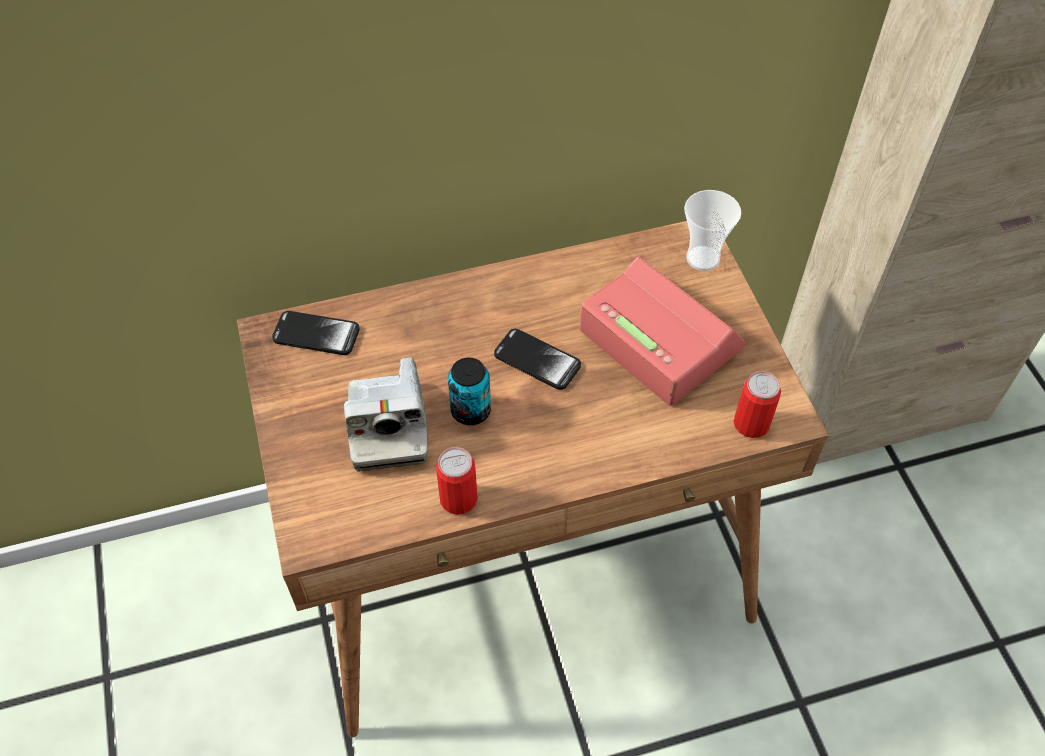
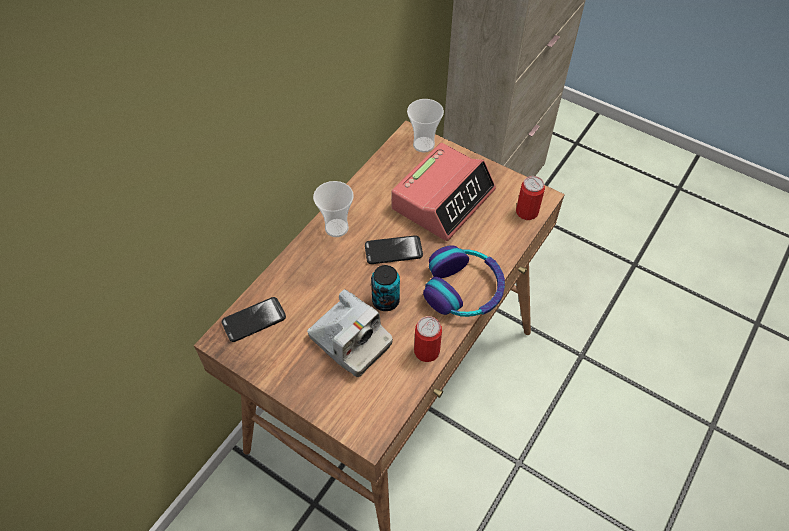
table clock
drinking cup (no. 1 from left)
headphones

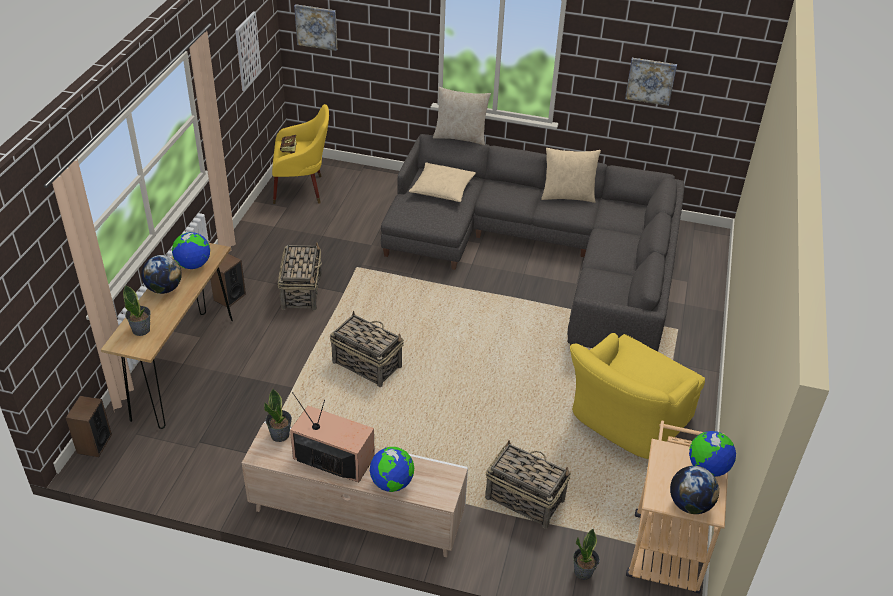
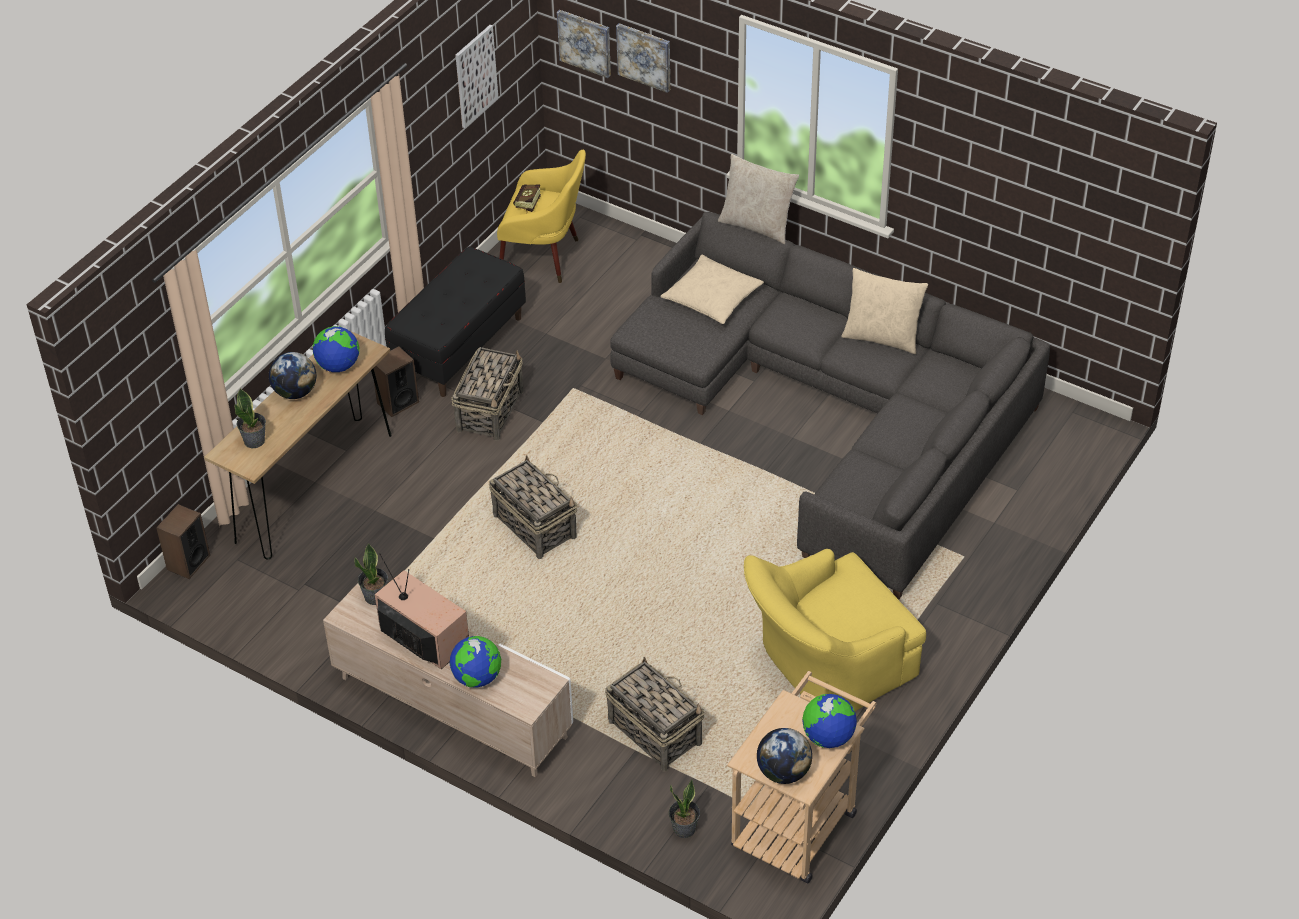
wall picture (no. 3 from left)
indoor bench/black-coloured

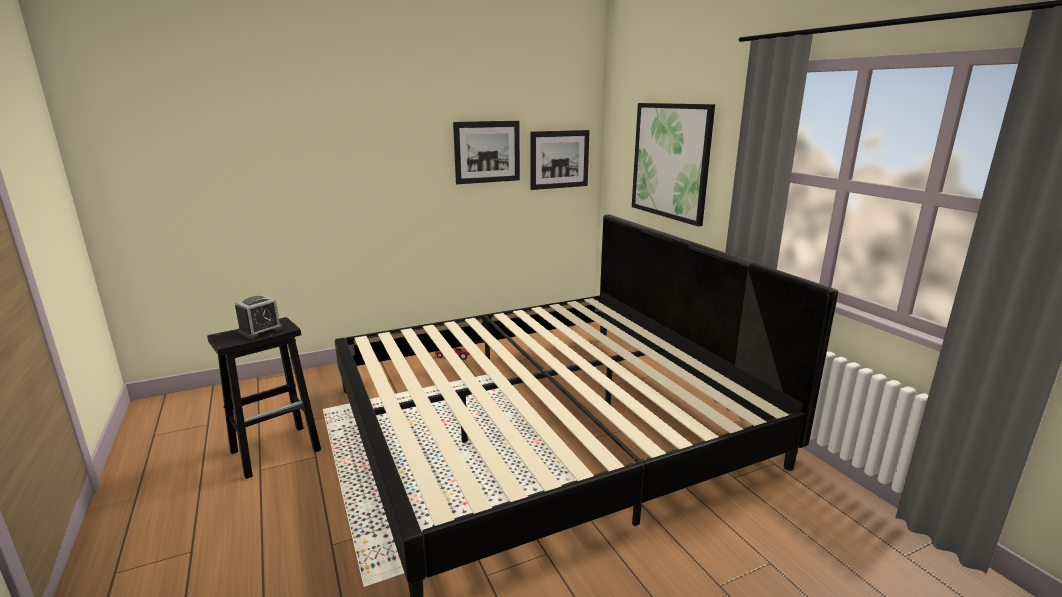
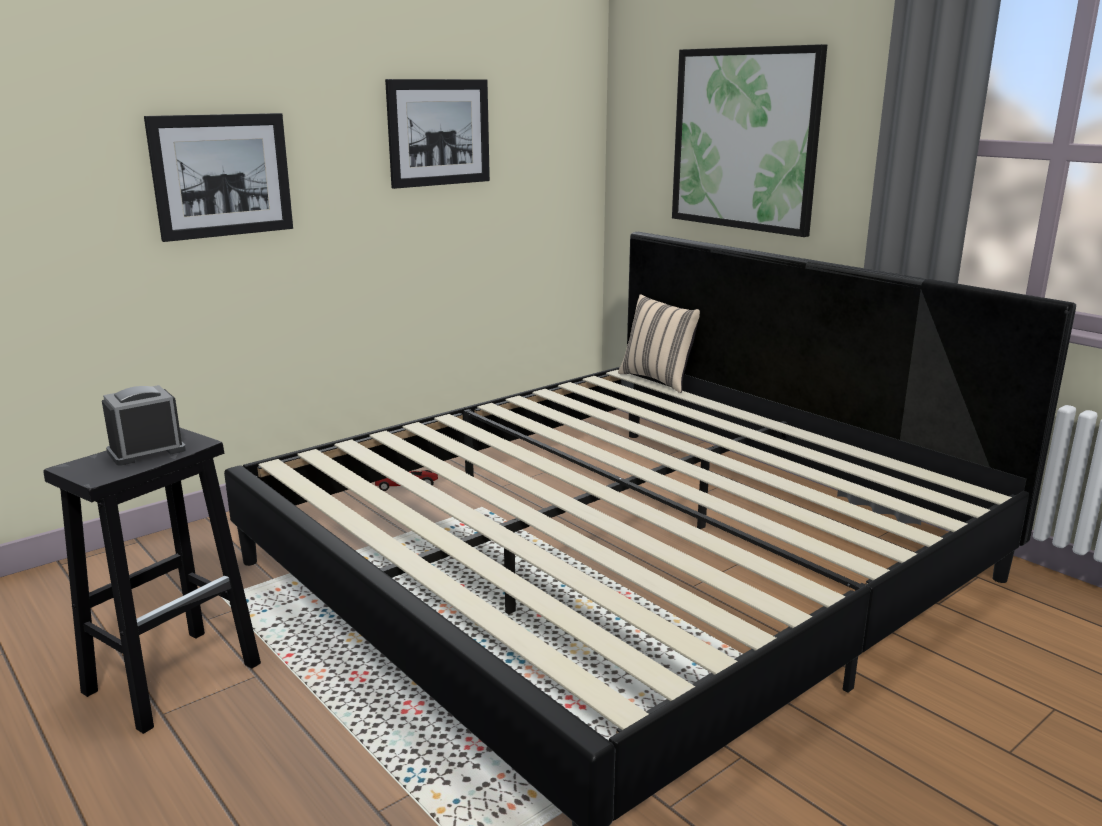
table clock
wall picture (no. 1 from left)
throw pillow/beige

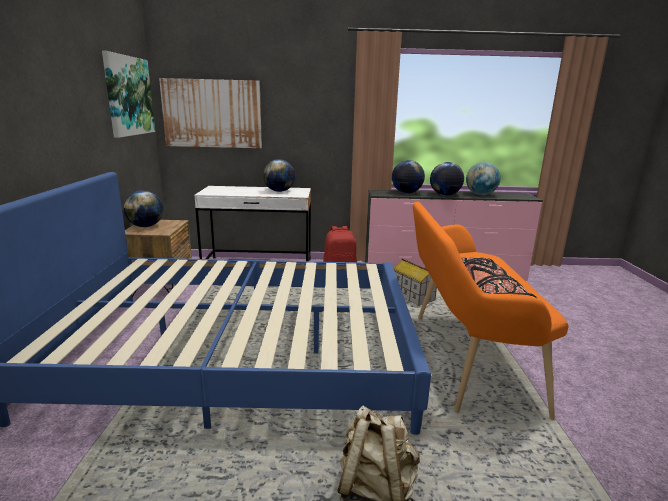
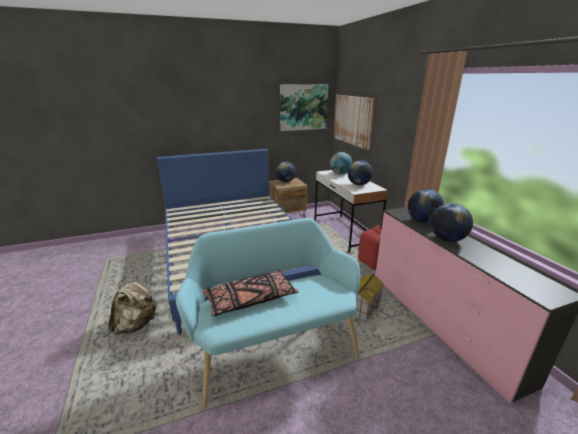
indoor bench/blue-green
desk globe (no. 2 from left)

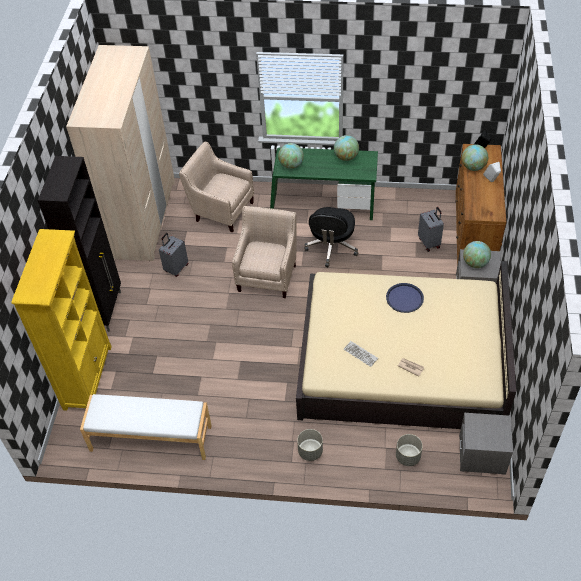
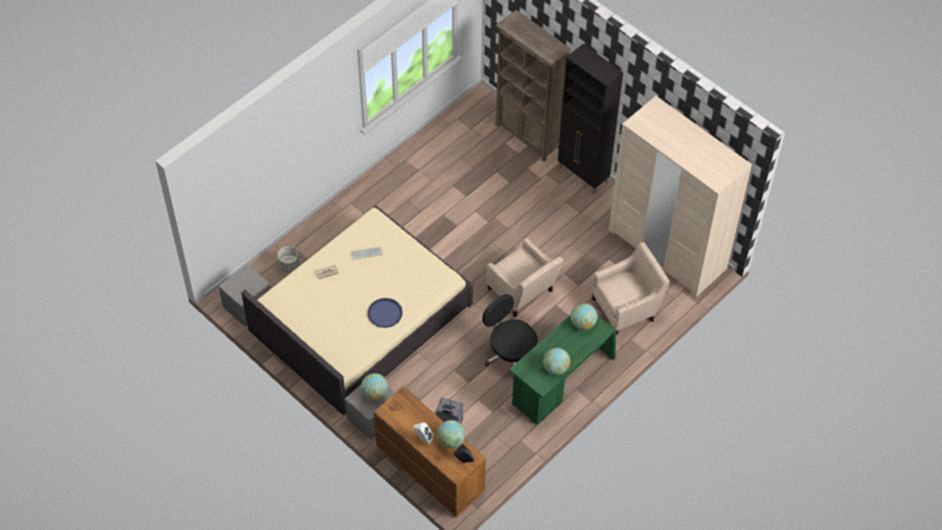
shelving unit/brown
indoor bench/white
travel case/greyish (no. 1 from left in the first image)
flower pot/greyish (no. 1 from left in the first image)

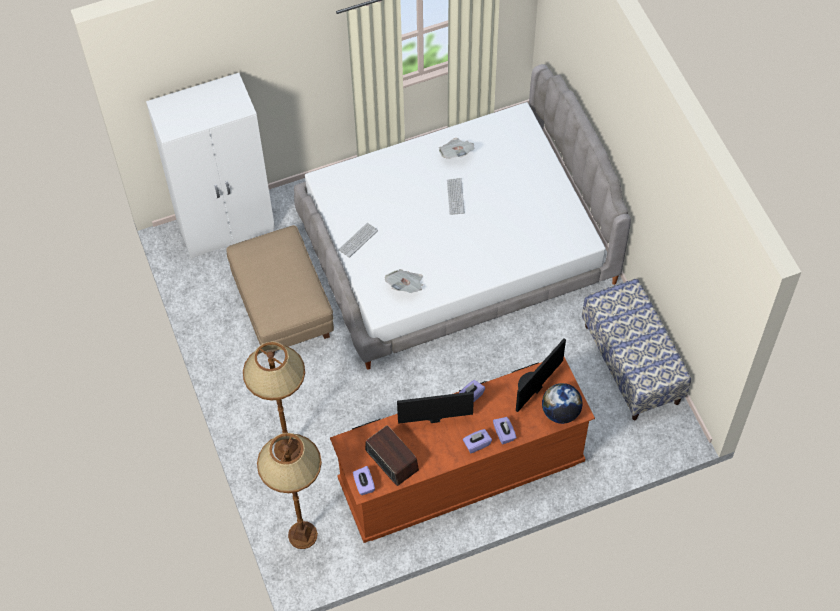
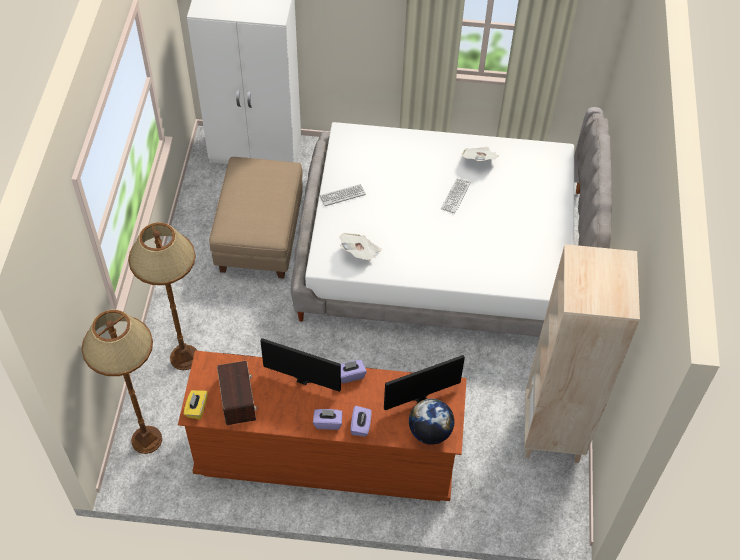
box of tissues/yellow
shelving unit/beige

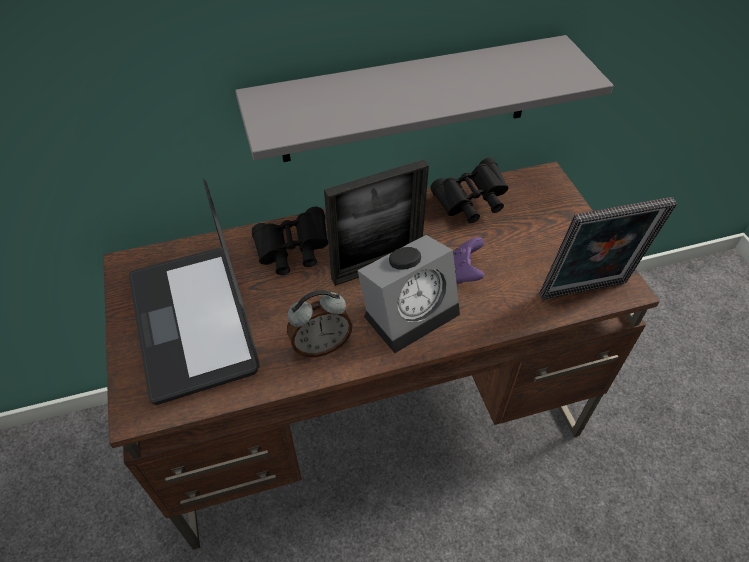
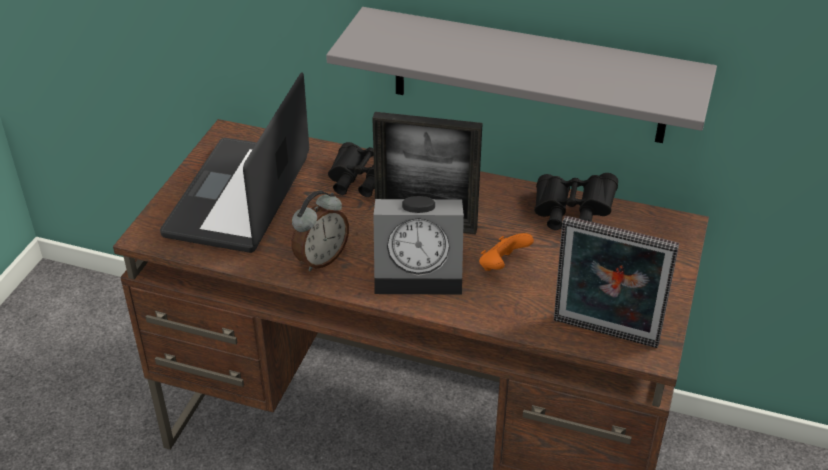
table clock (no. 1 from left)
joypad/orangey

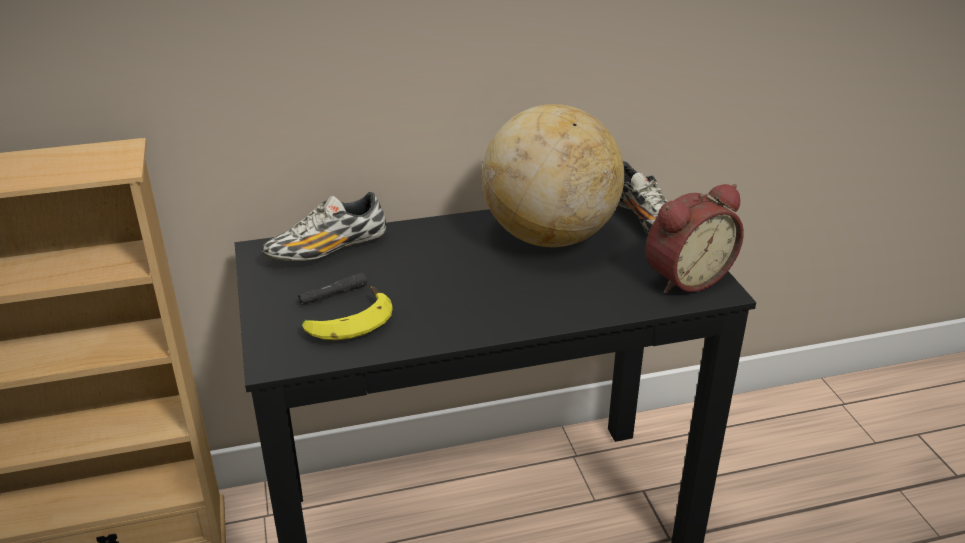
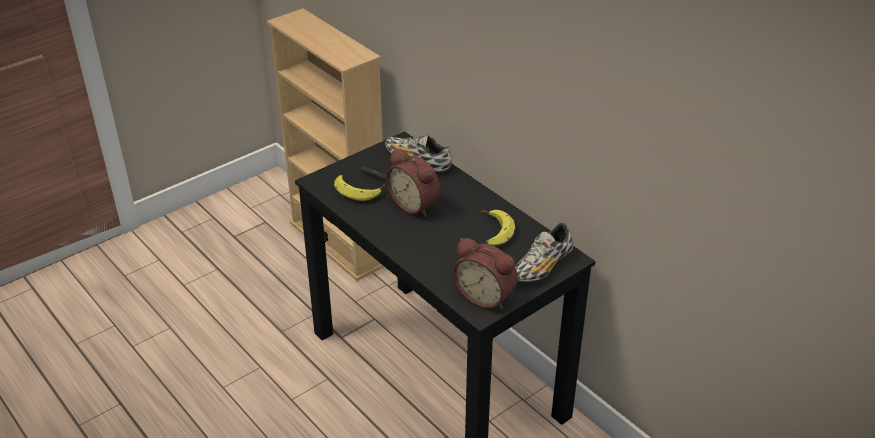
banana (no. 2 from left)
table clock (no. 1 from left)

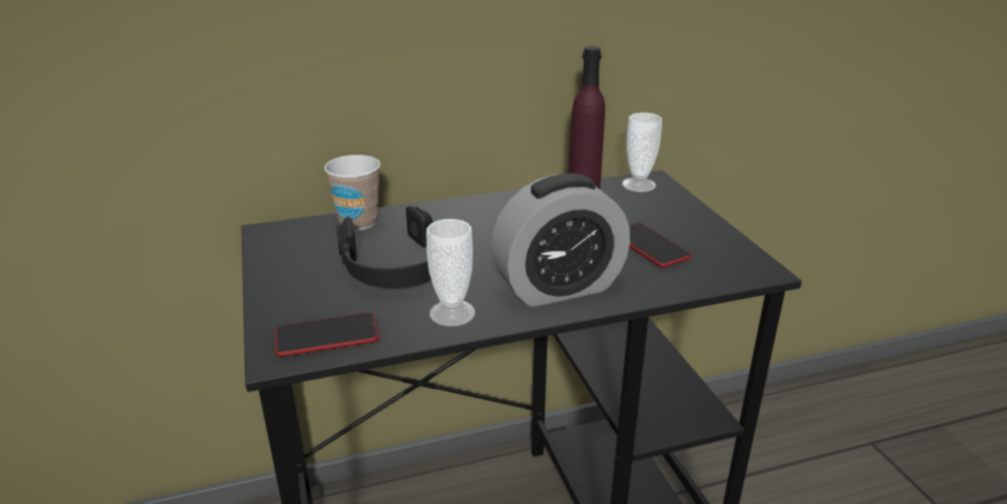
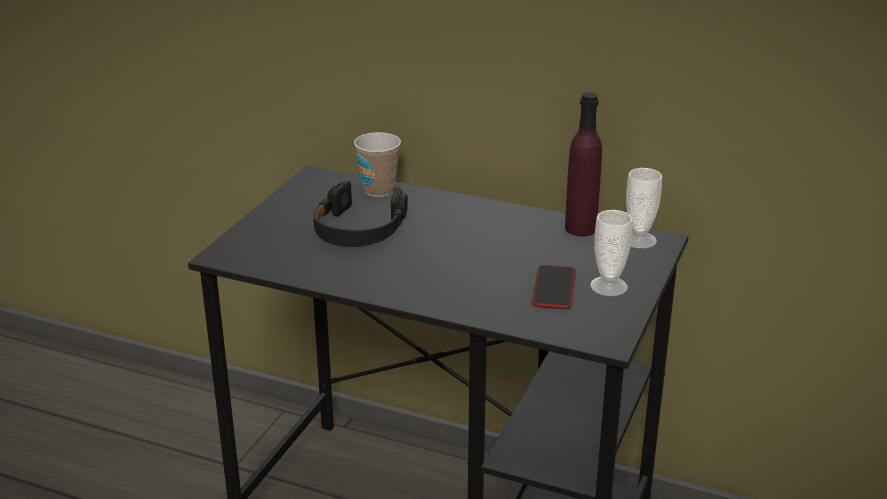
telephone (no. 1 from left in the first image)
drinking cup (no. 2 from left)
table clock

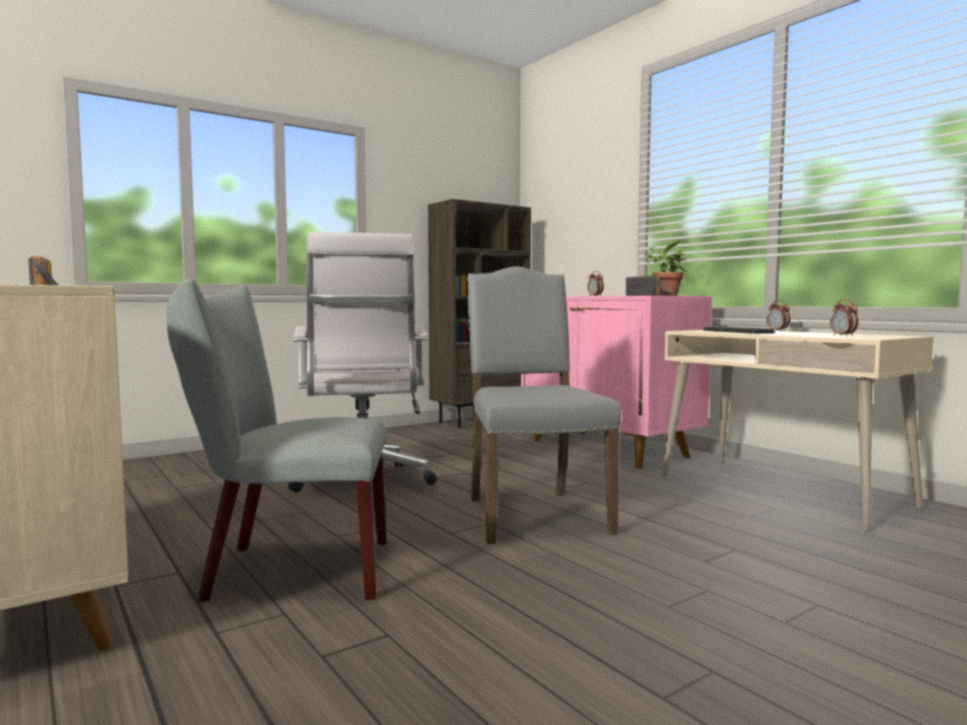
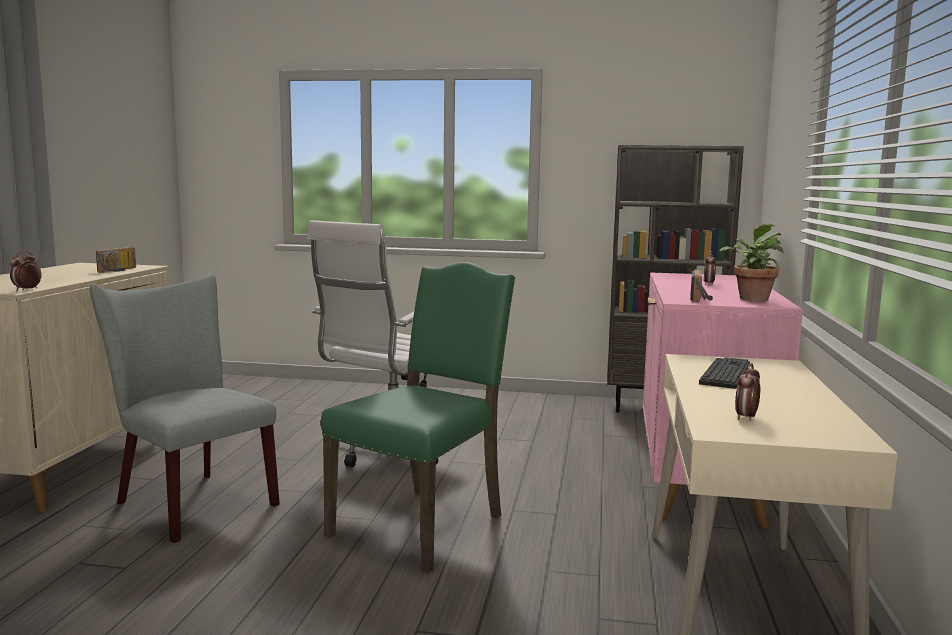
upright chair/green
table clock (no. 1 from left)

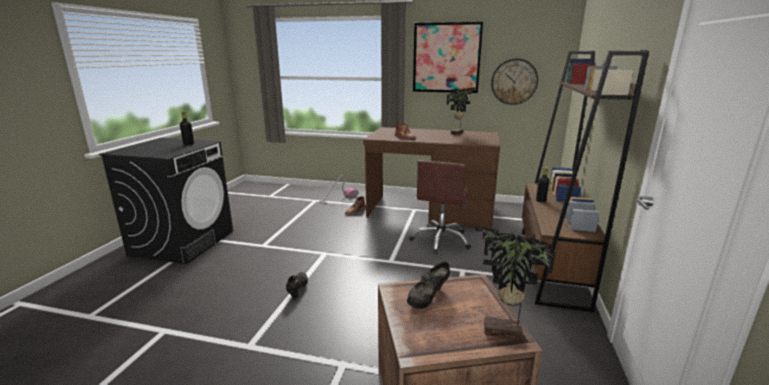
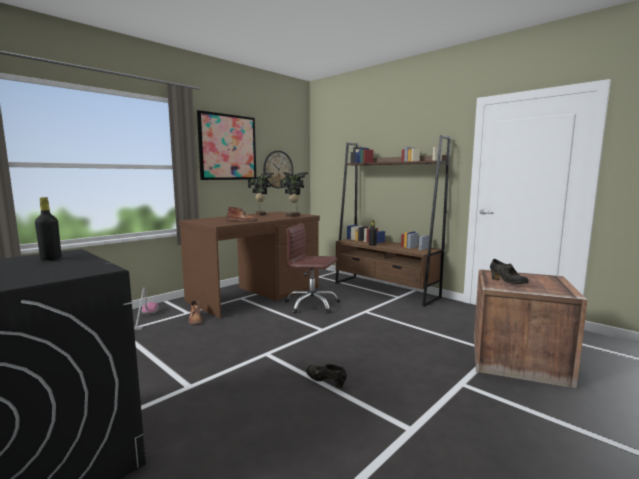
computer chair/brown
houseplant (no. 2 from left)

